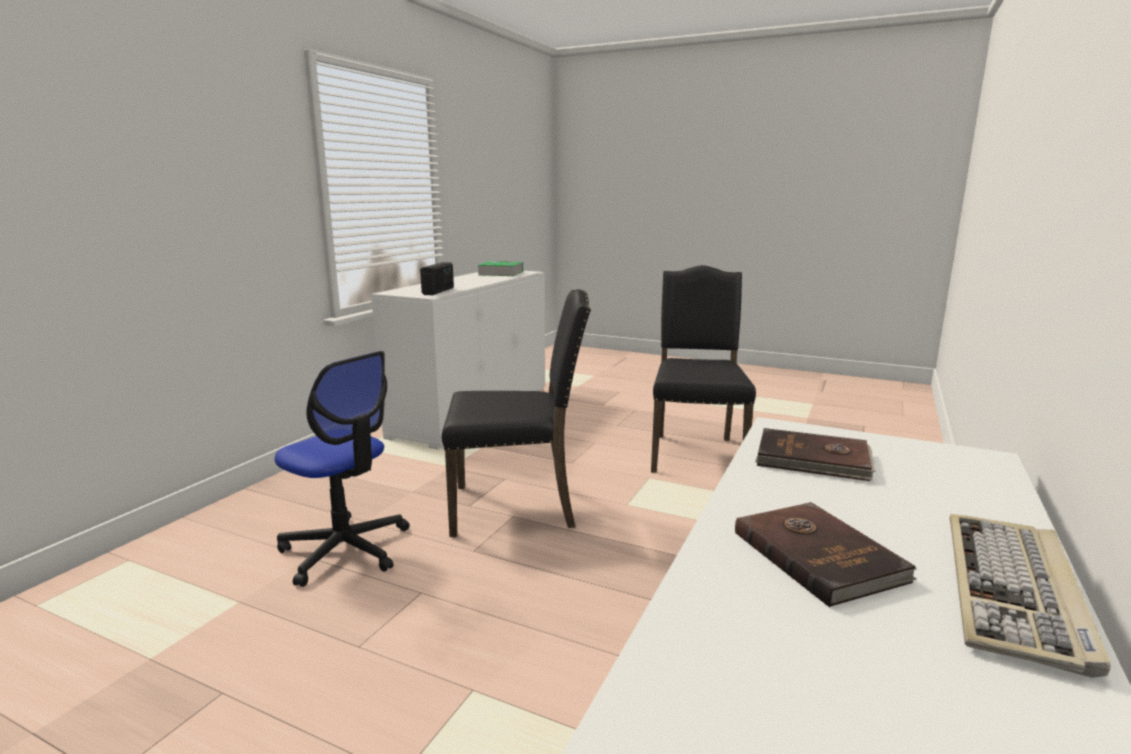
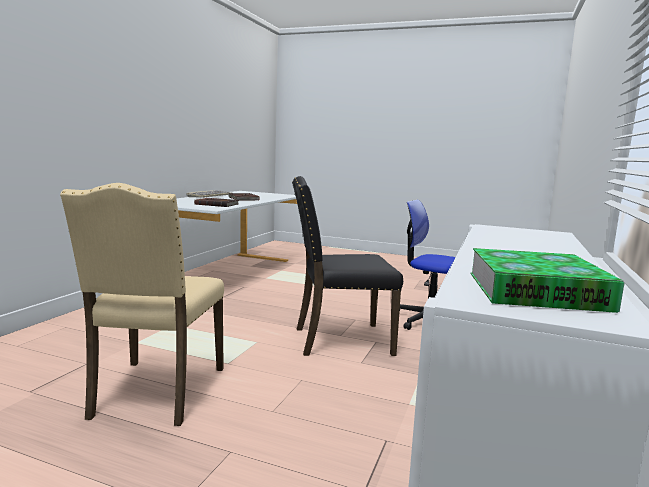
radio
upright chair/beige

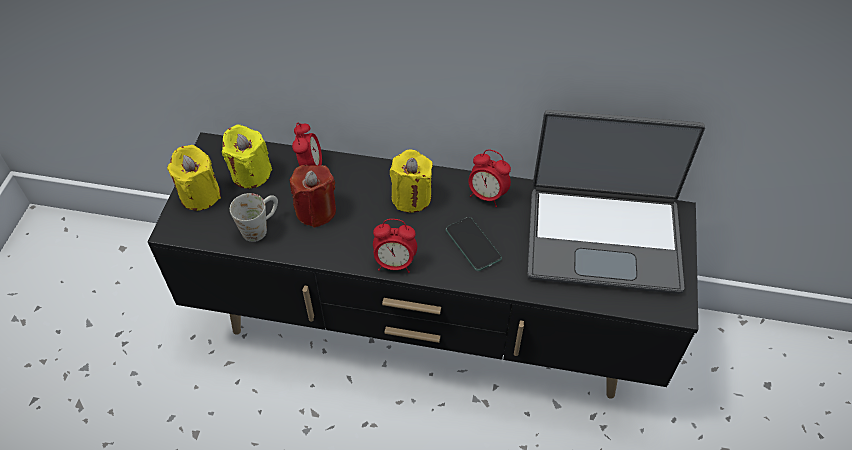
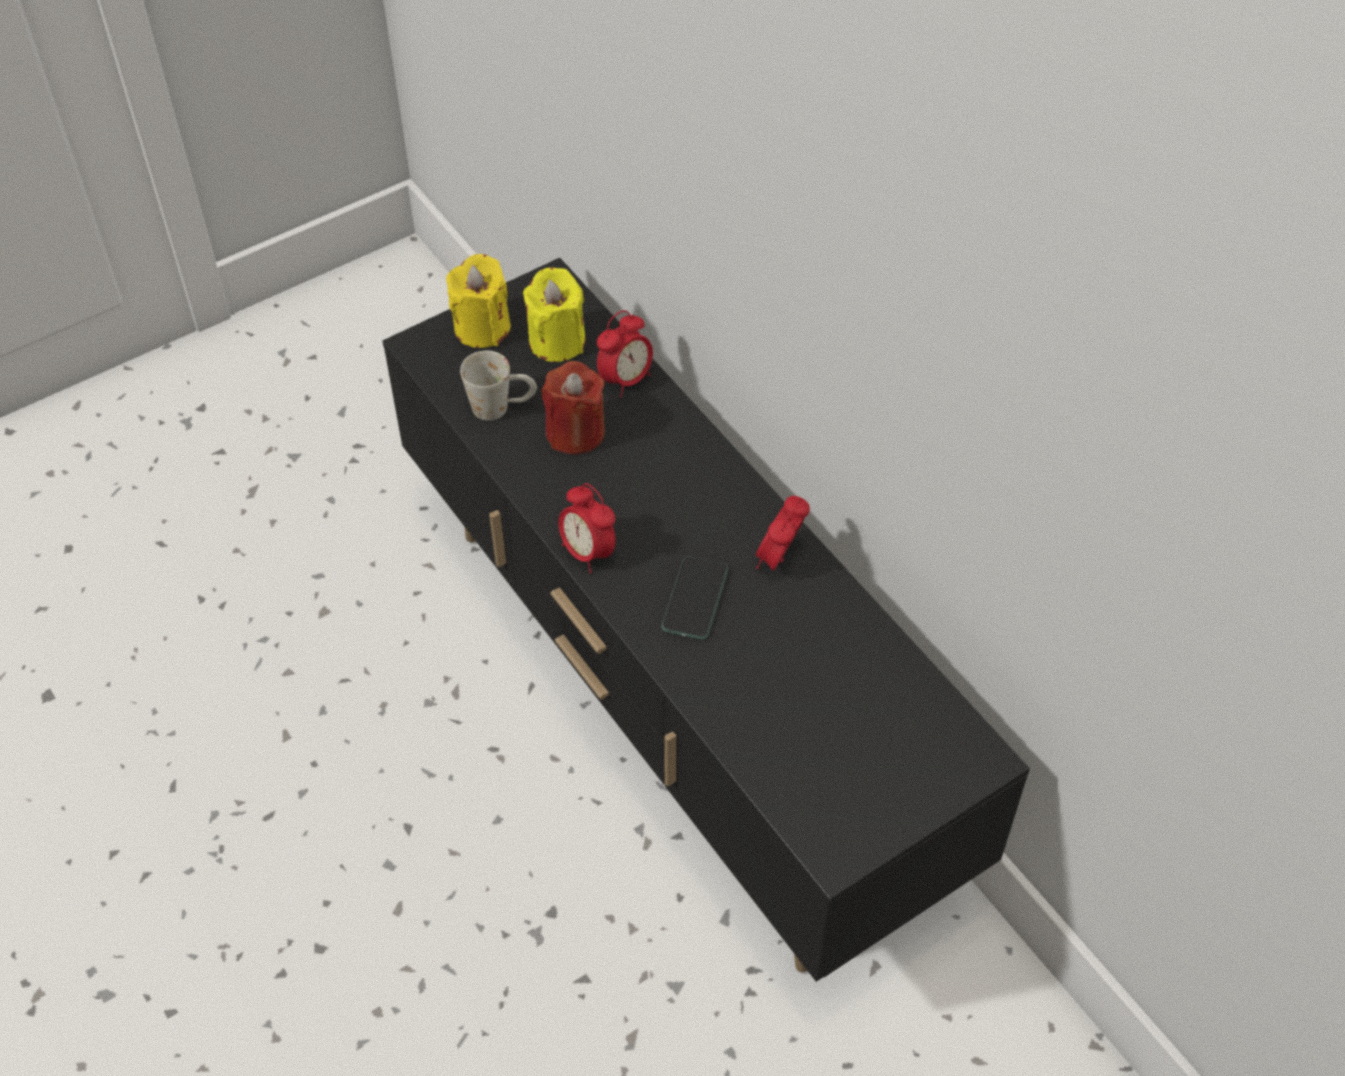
wax light/yellow (no. 3 from left in the first image)
table clock (no. 3 from left)
laptop

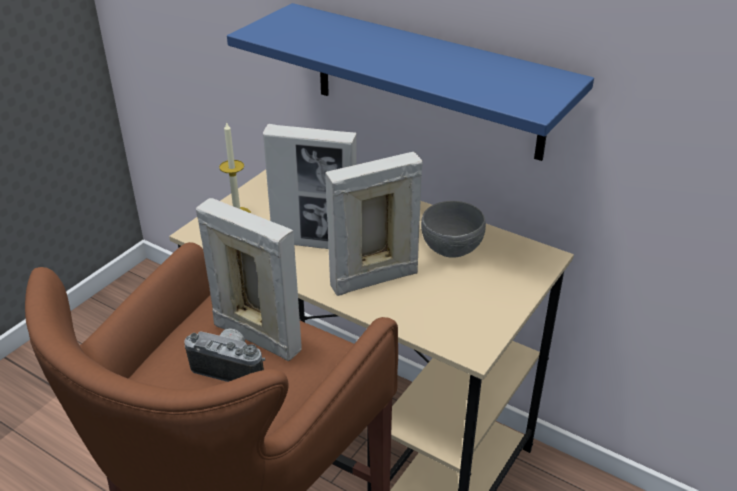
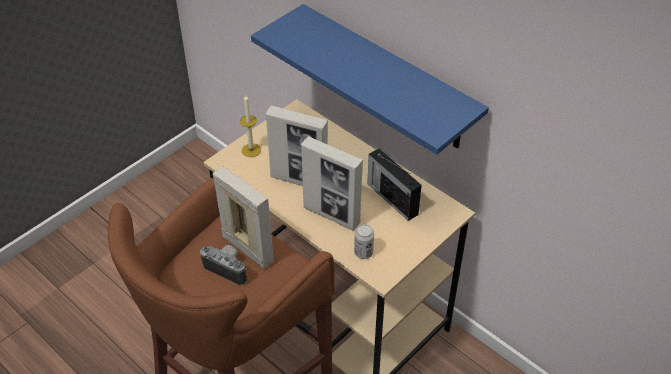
picture frame (no. 3 from left)
radio
metal can

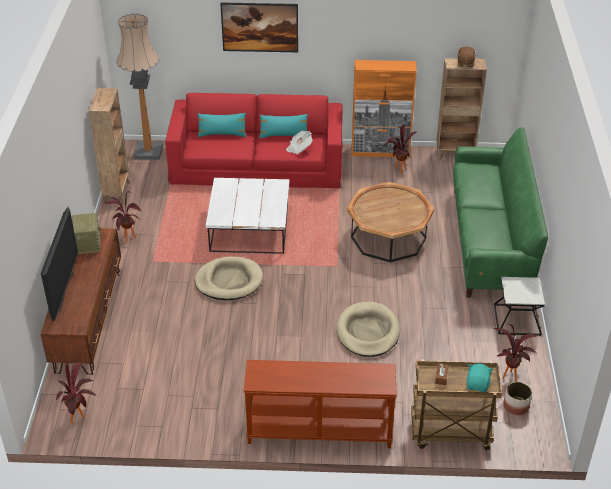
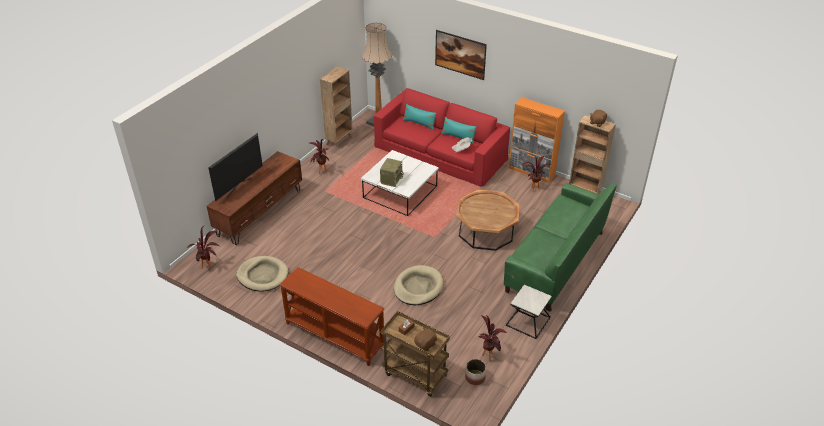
radio
dog cushion/beige (no. 1 from left)
cuddly toy/brown (no. 1 from left)

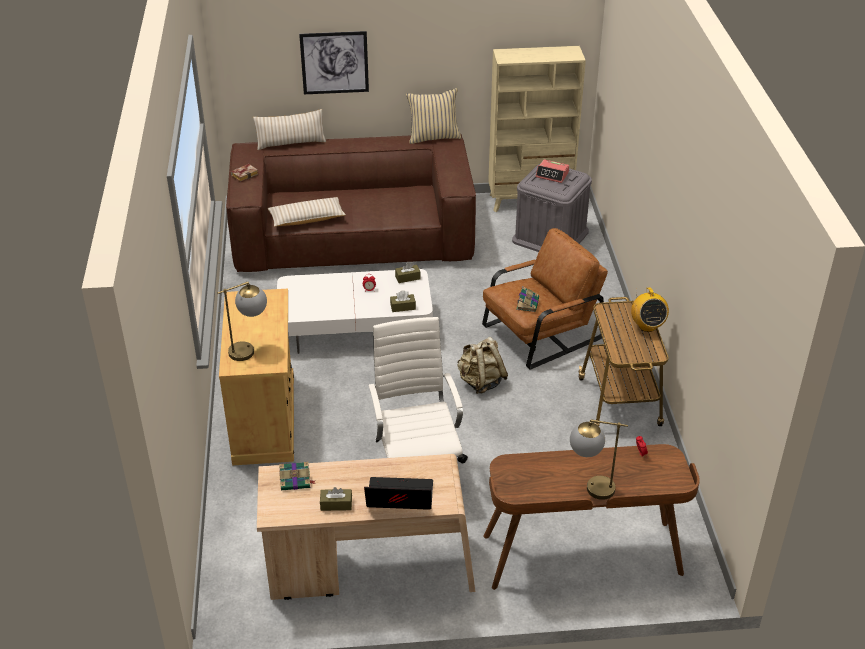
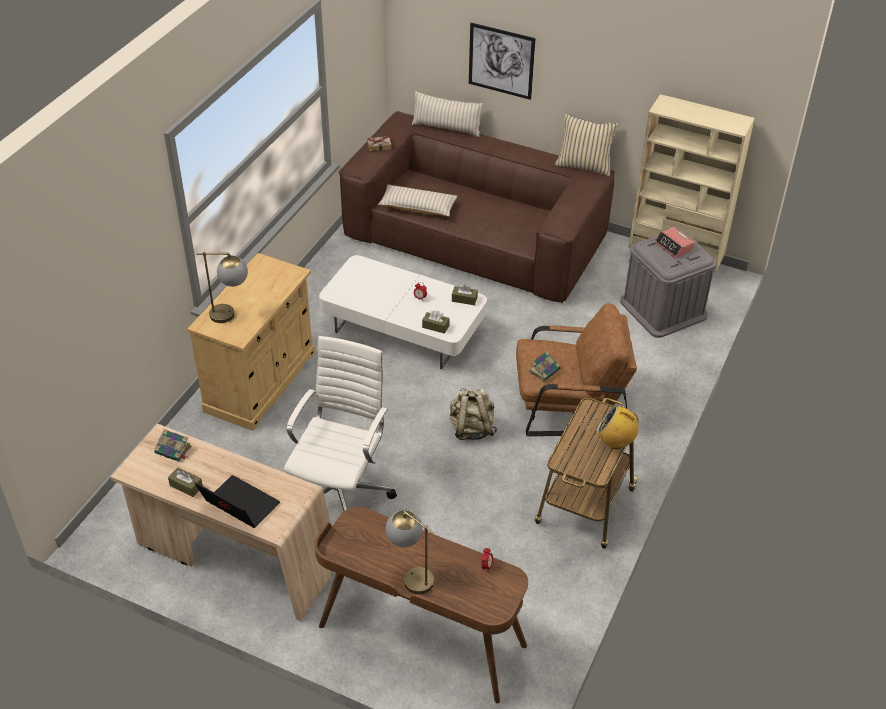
radio

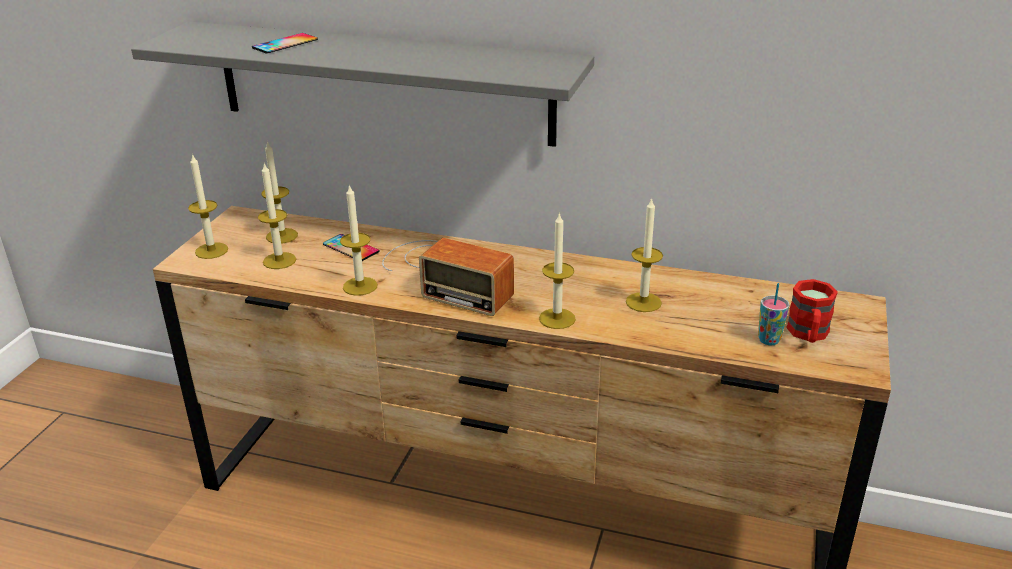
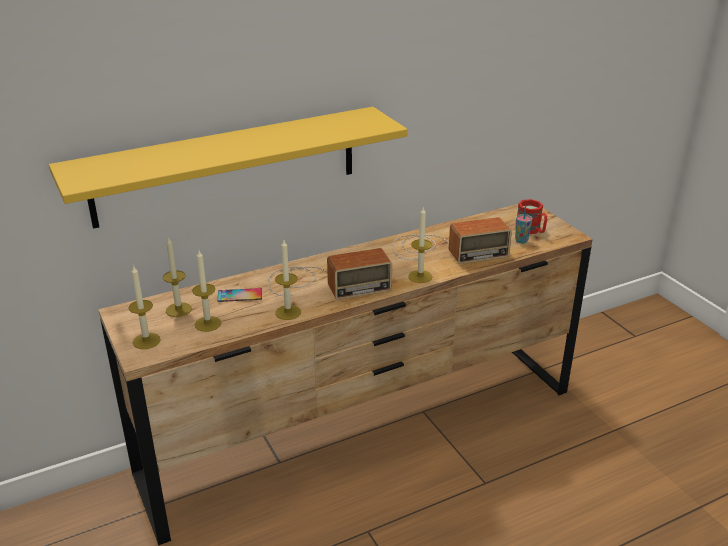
bracket shelf/yellow
telephone (no. 1 from left in the first image)
radio (no. 2 from left)

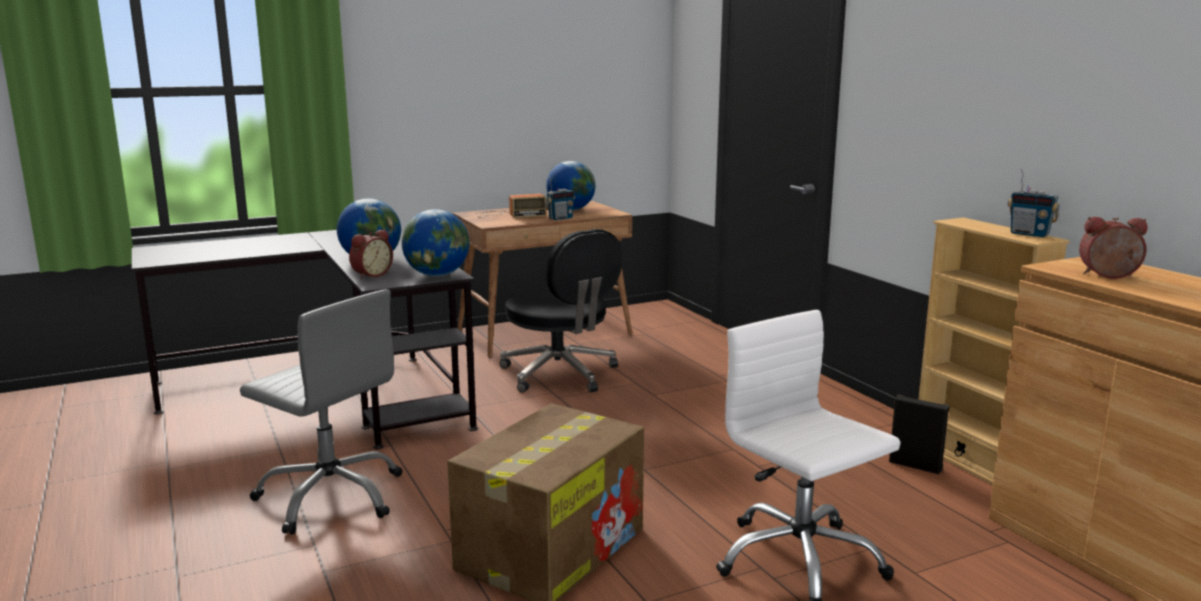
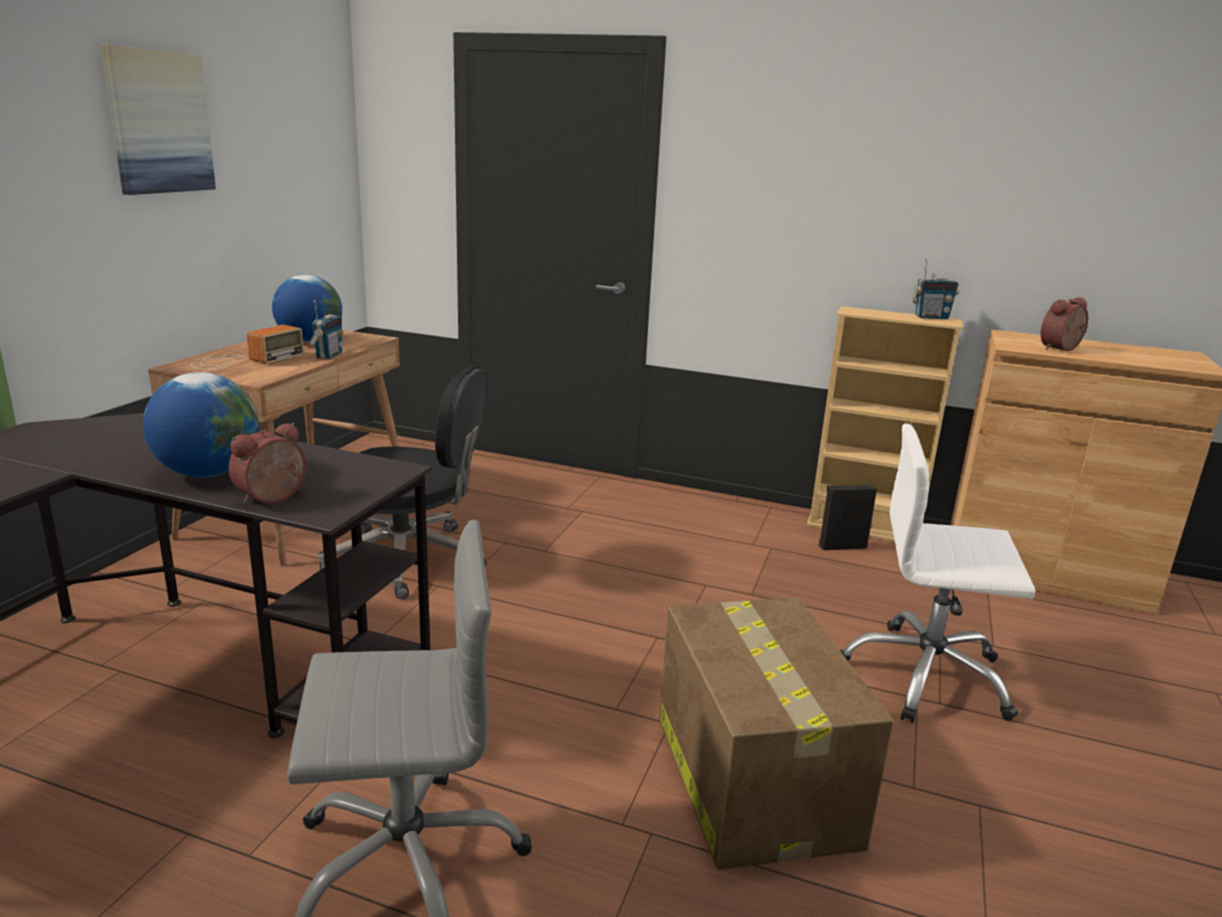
table clock (no. 1 from left)
desk globe (no. 2 from left in the first image)
wall picture

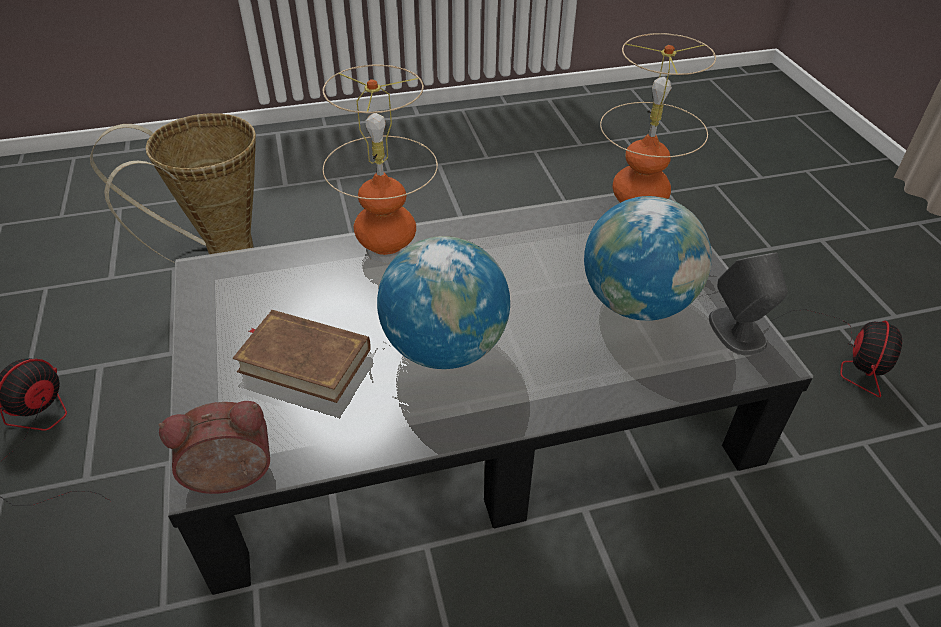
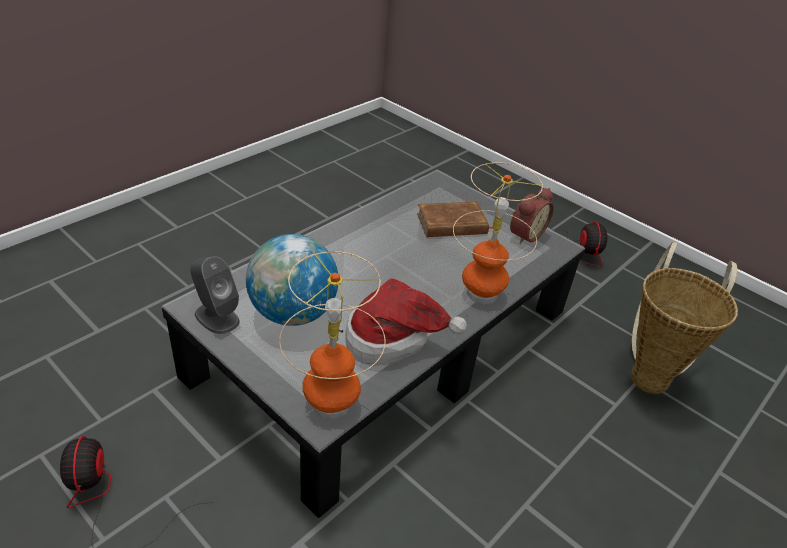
table clock
desk globe (no. 1 from left in the first image)
wearable hat

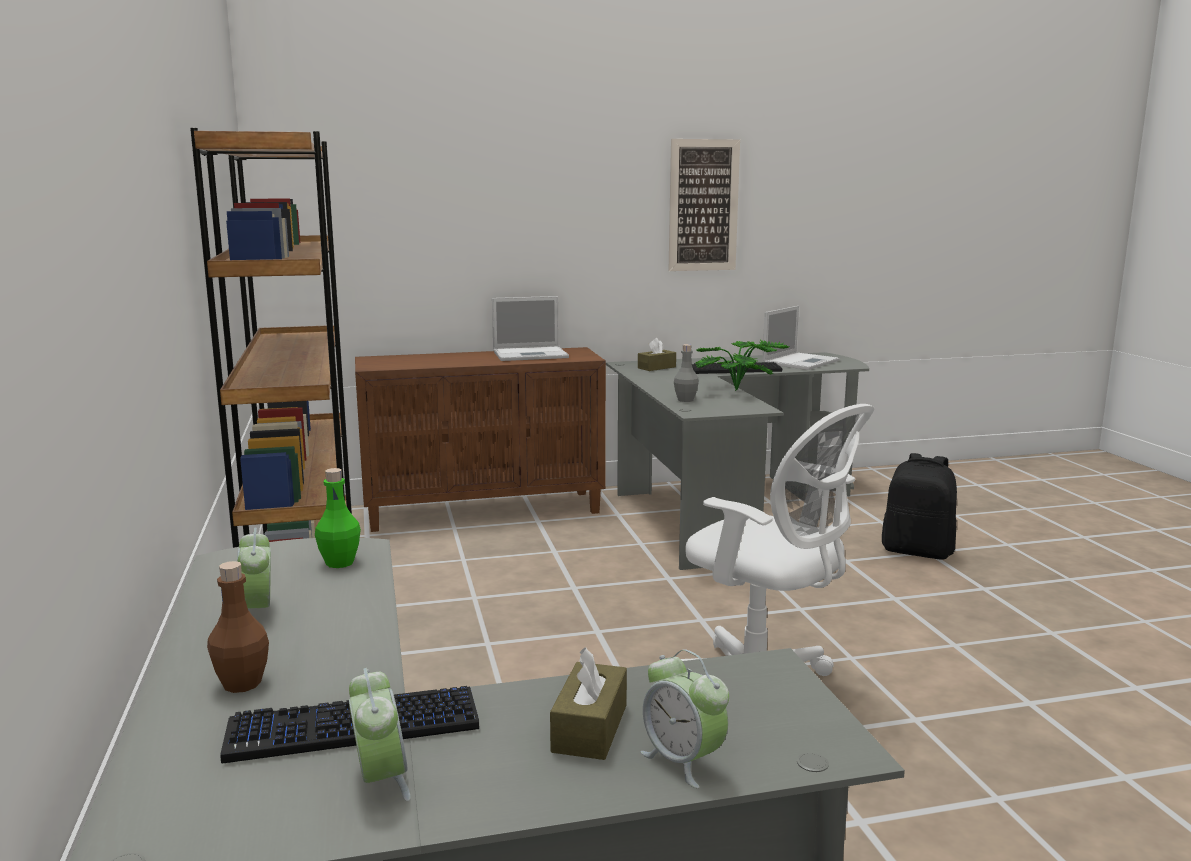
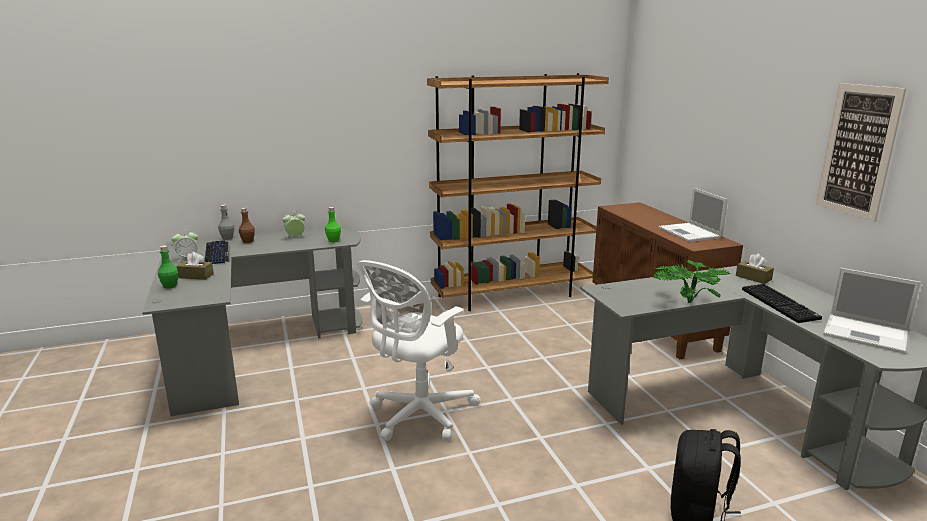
beverage bottle/green (no. 1 from left)
beverage bottle/greyish

